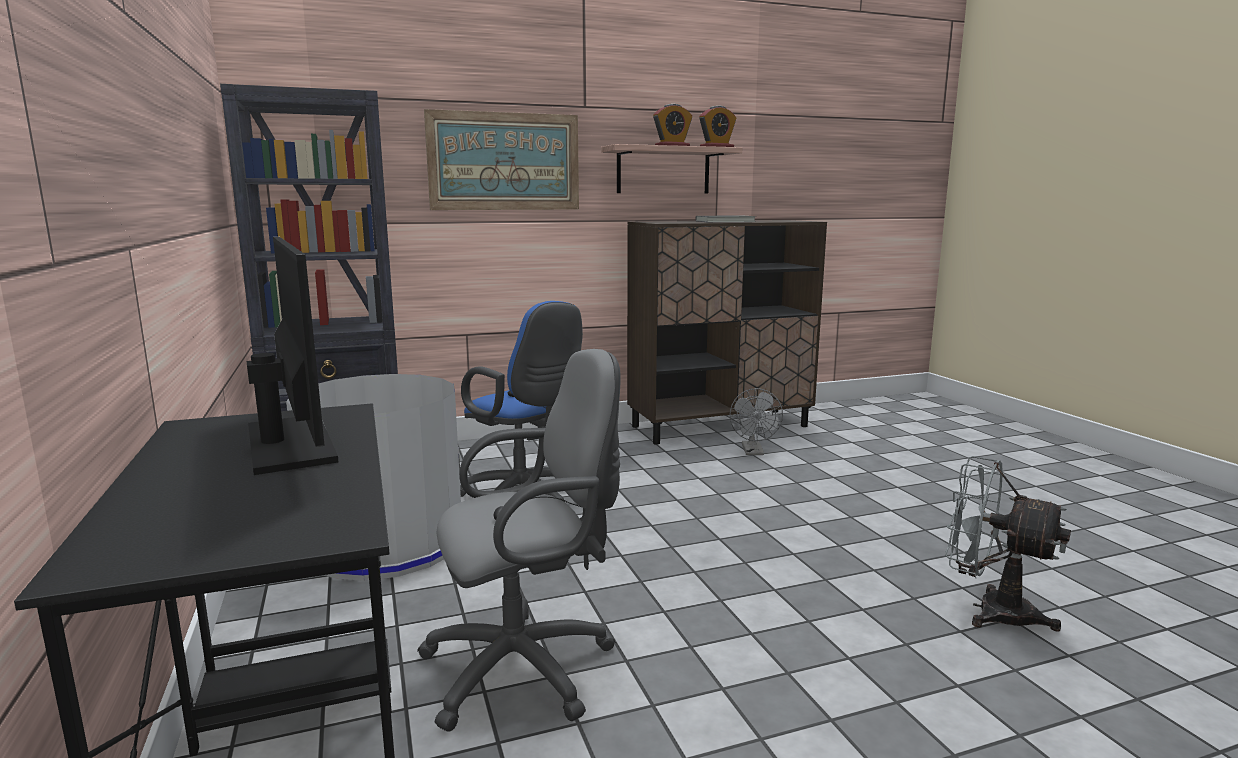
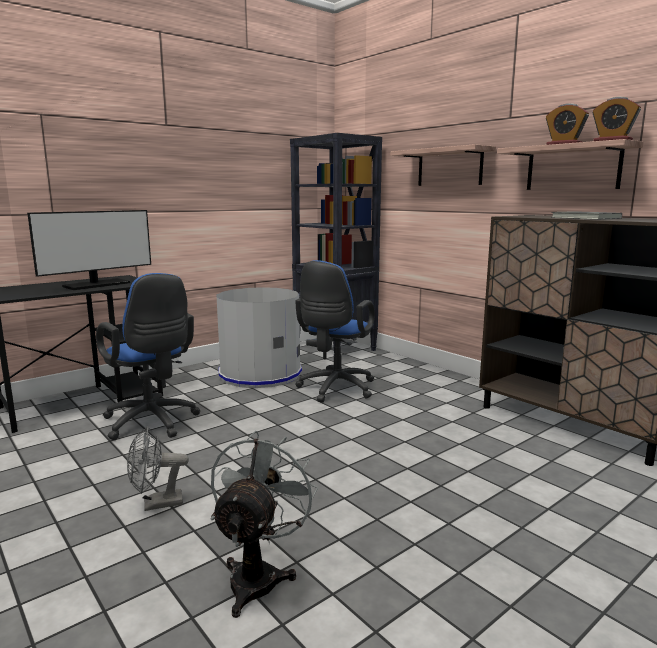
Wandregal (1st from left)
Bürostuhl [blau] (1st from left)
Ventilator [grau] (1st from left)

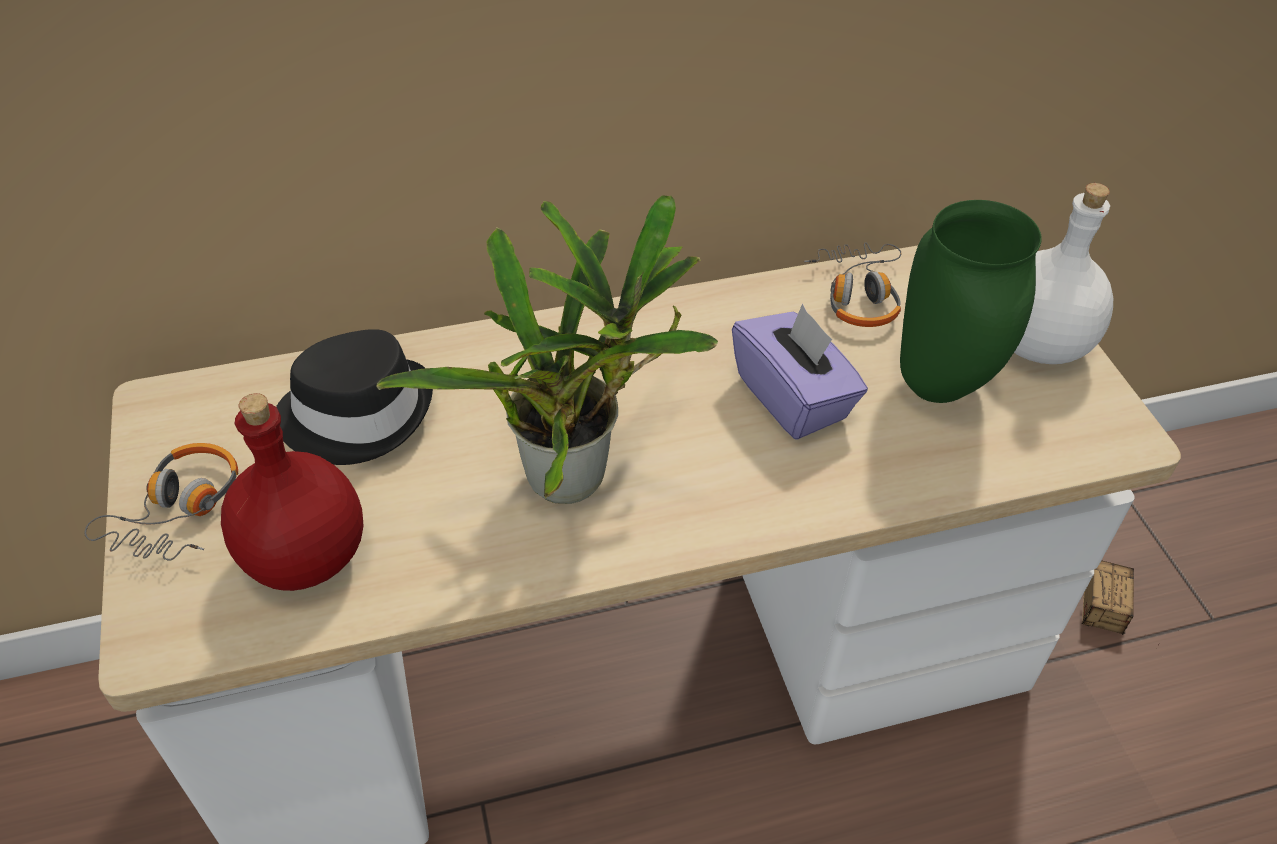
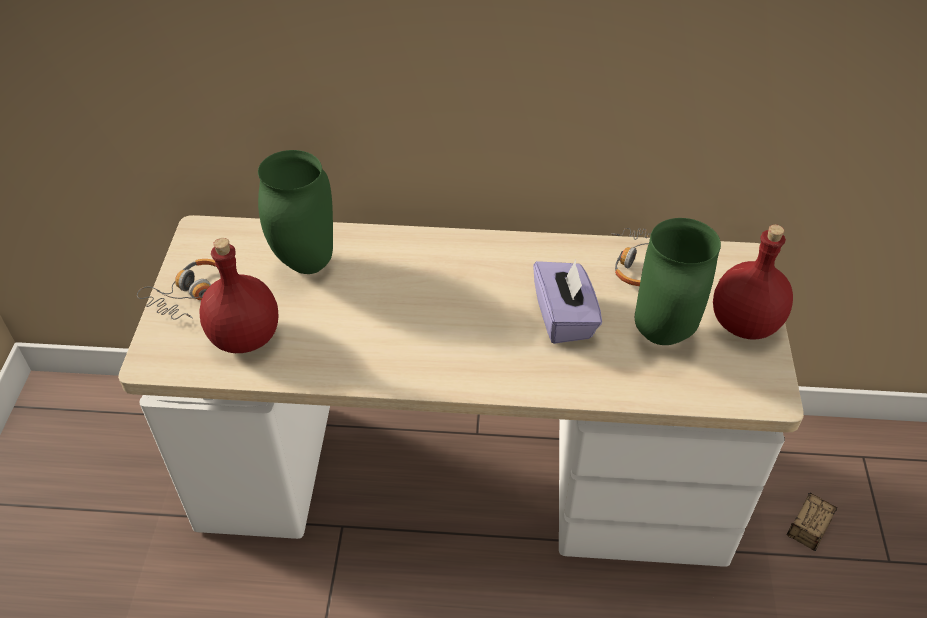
Flasche [rot] (2nd from left)
Topfpflanze
Vase [grün] (1st from left)

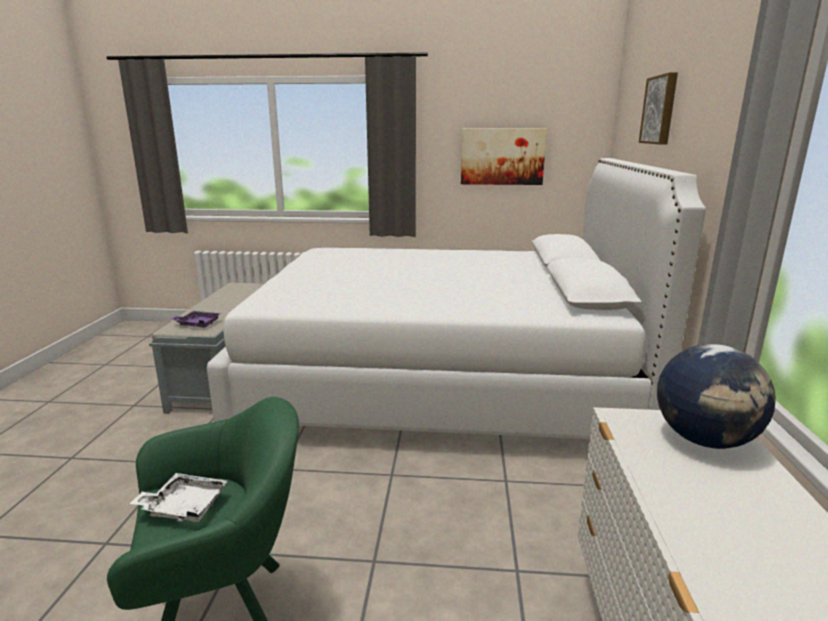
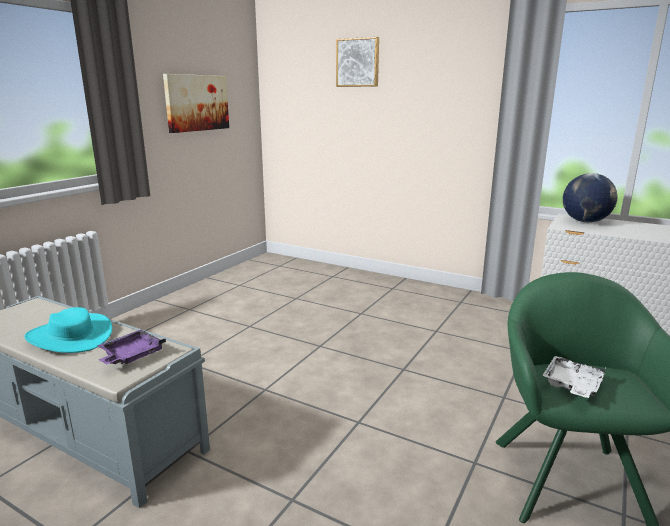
Bett [weiß]
Hut [türkis]

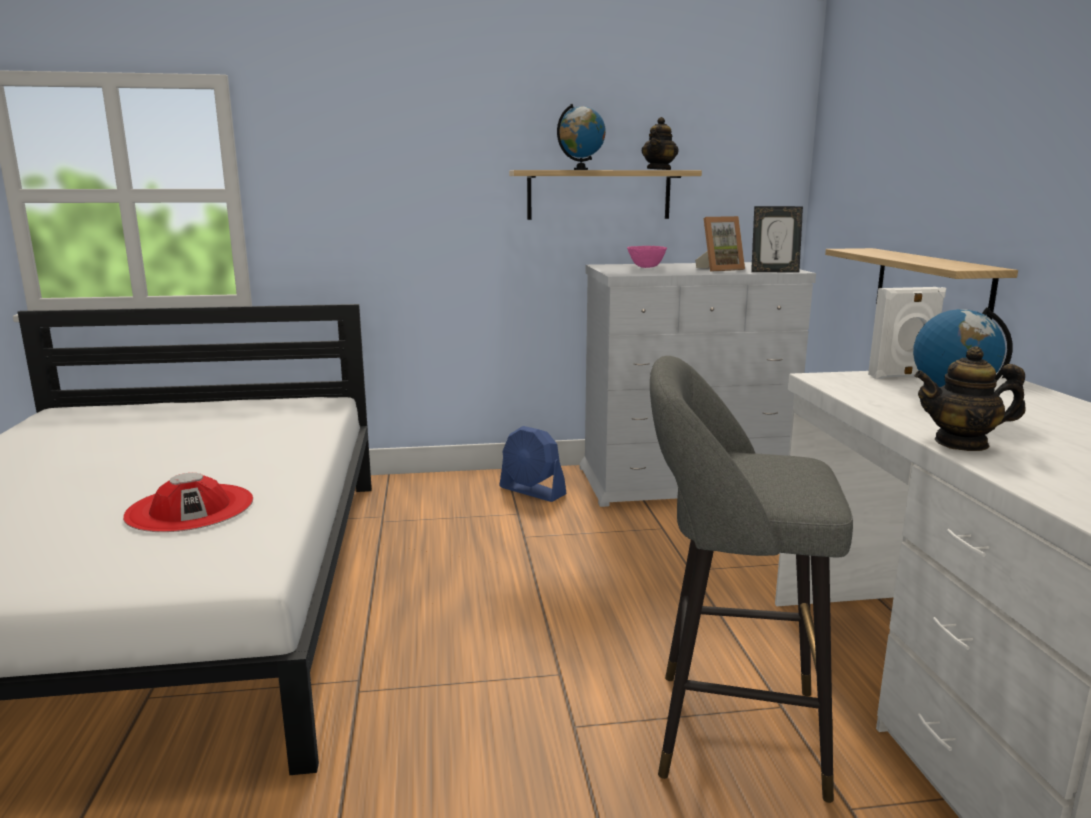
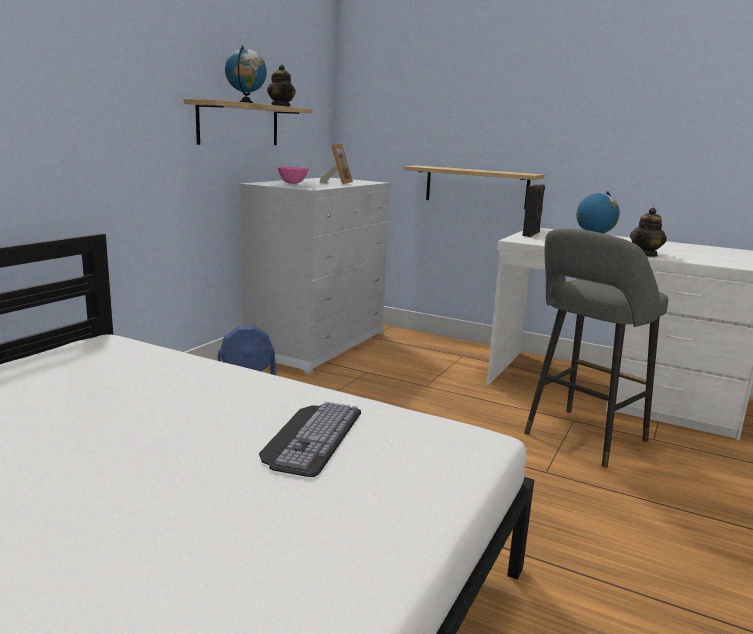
Bilderrahmen (2nd from left in the first image)
Lautsprecher [schwarz]
Tastatur

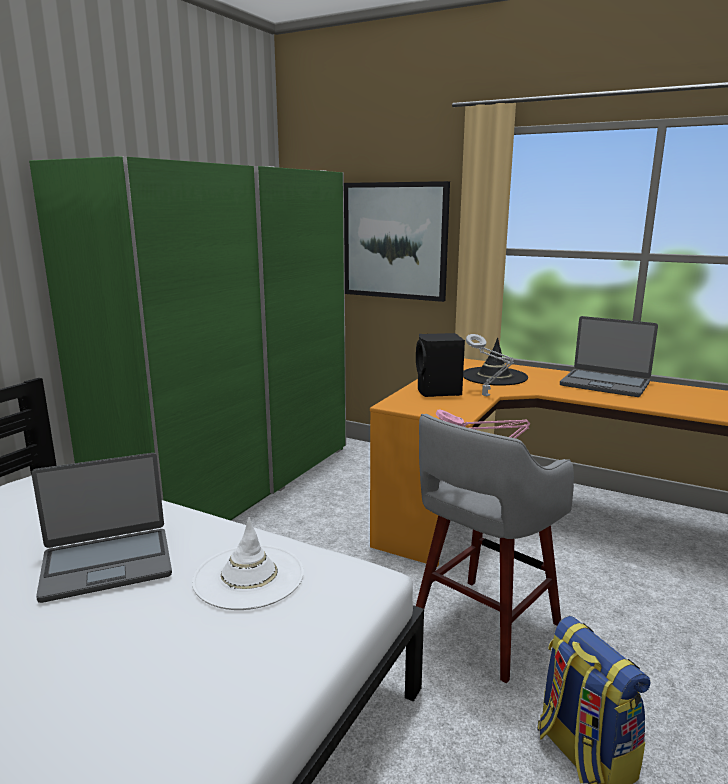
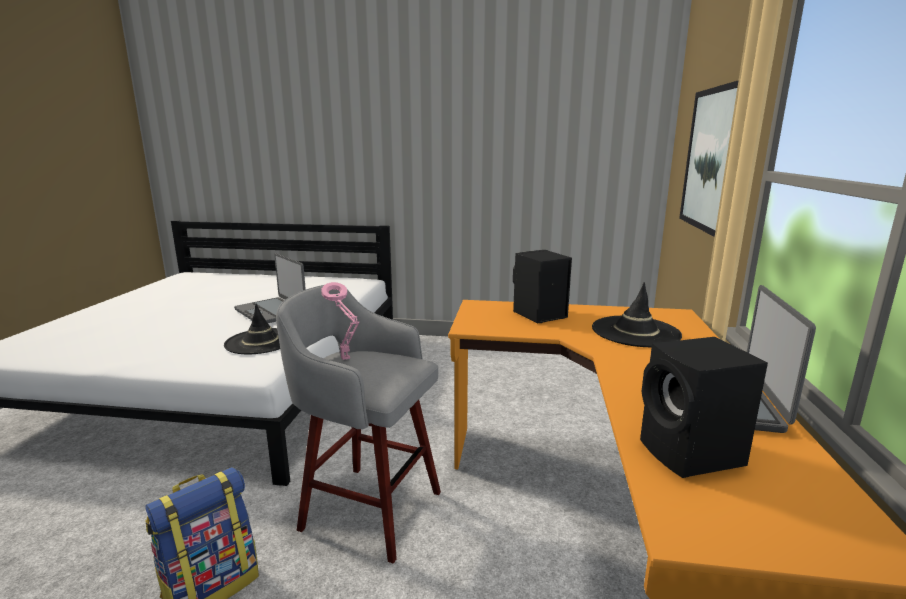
Kleiderschrank [grün]
Tischlampe [grau]
Hut [schwarz] (1st from left)
Lautsprecher [schwarz] (2nd from left)

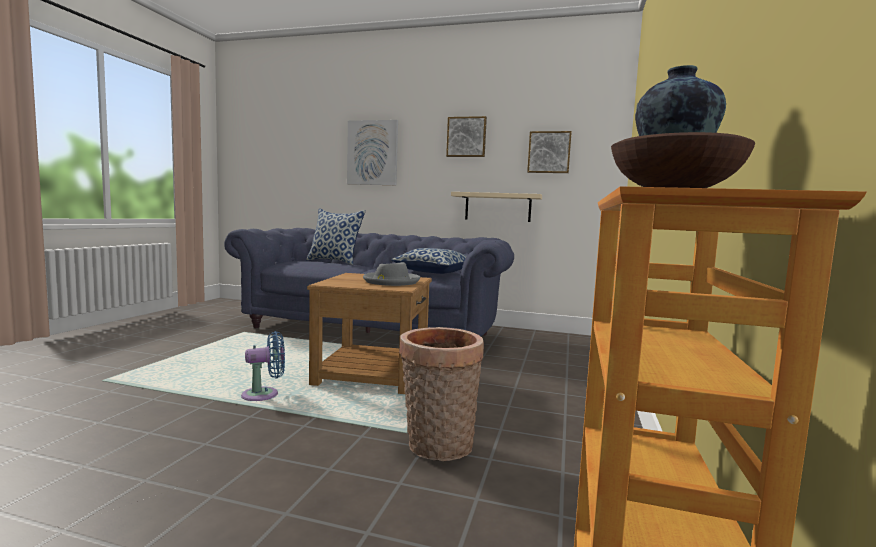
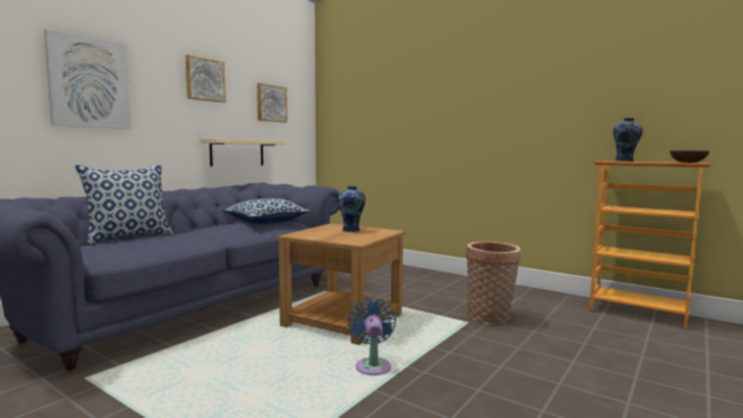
Vase (1st from left)

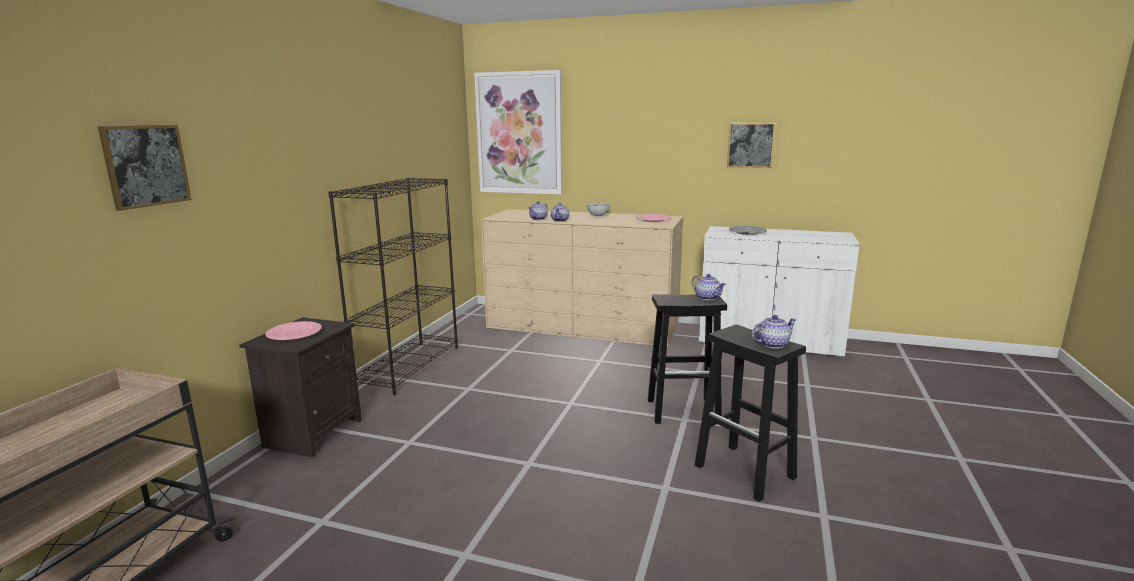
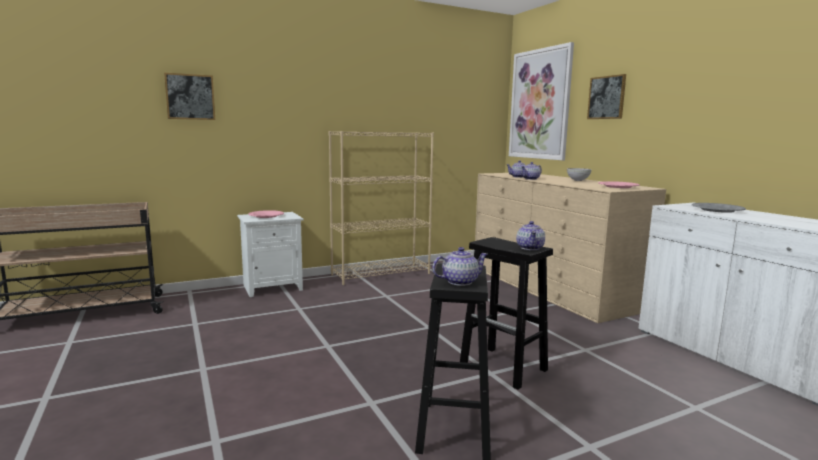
Bild (3rd from left)
Bücherregal [beige]
Teekanne (1st from left)
Nachttisch [weiß]

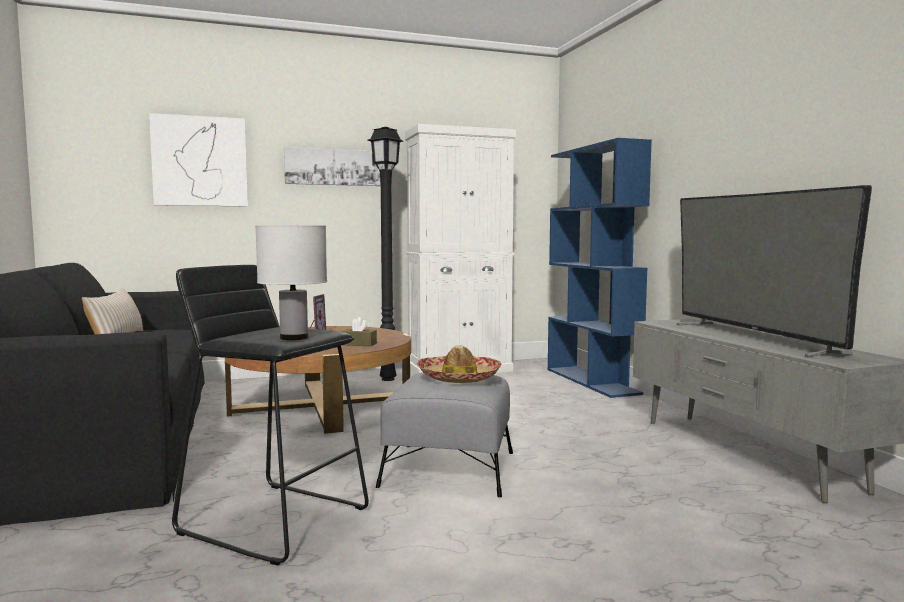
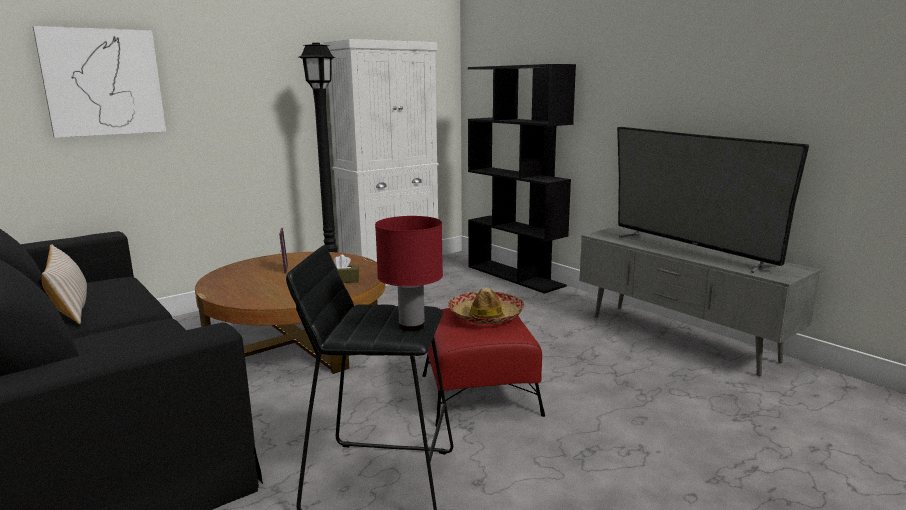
Bücherregal [schwarz]
Bild (2nd from left in the first image)
Tischlampe [rot]
Polsterhocker [rot]

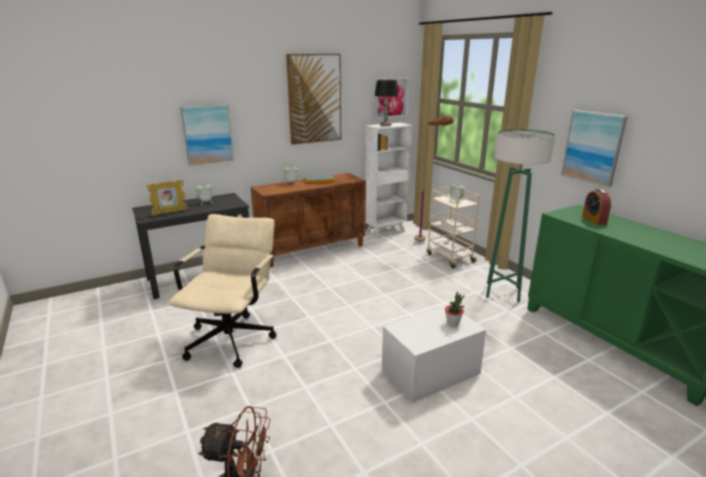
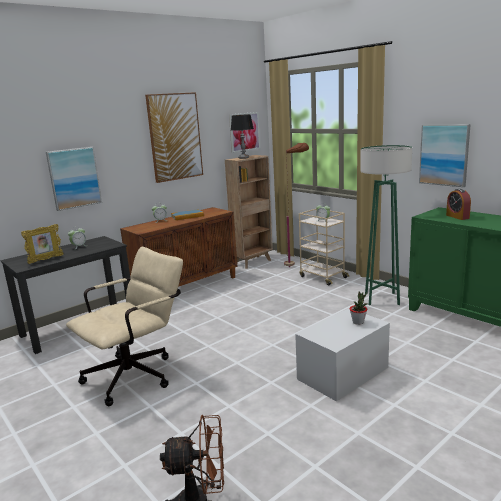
Bücherregal [braun]
Bürostuhl [beige]

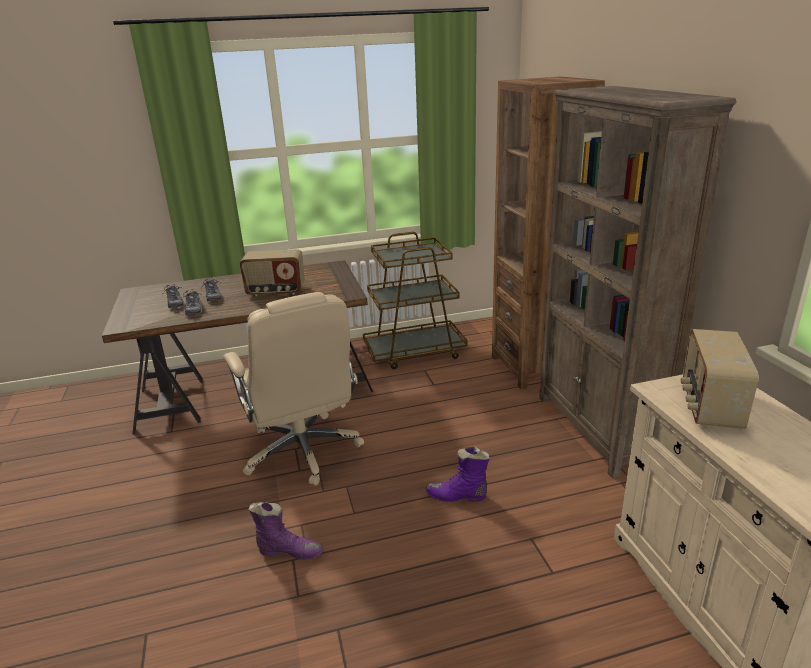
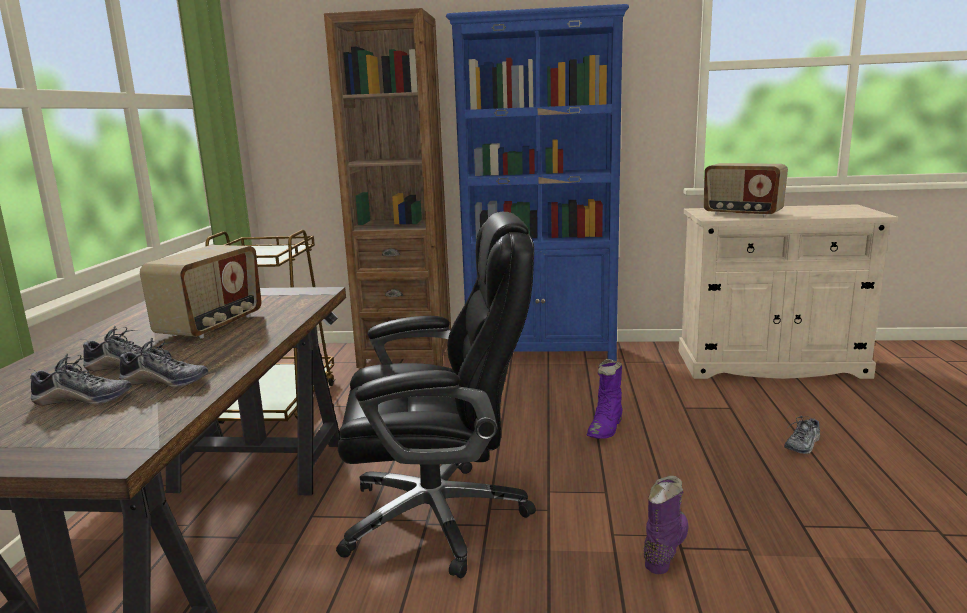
Bücherregal [blau]
Bürostuhl [schwarz]
Schuh (4th from left)

